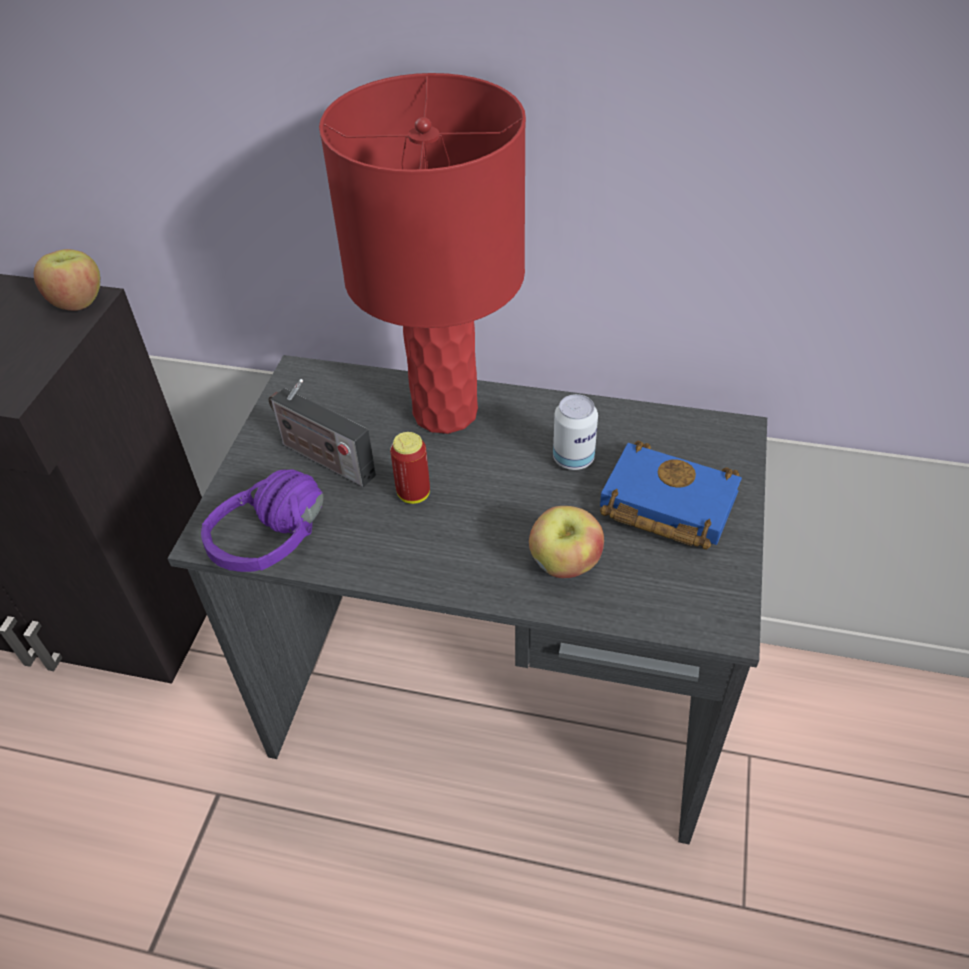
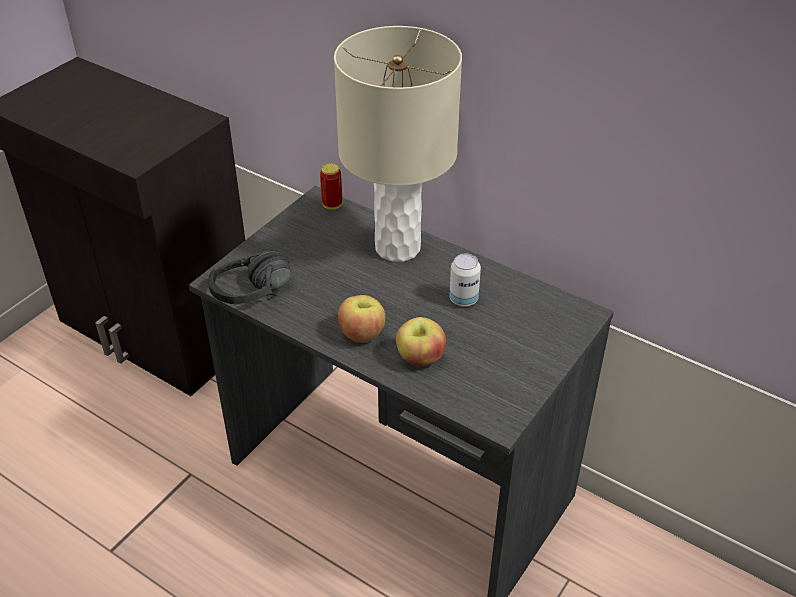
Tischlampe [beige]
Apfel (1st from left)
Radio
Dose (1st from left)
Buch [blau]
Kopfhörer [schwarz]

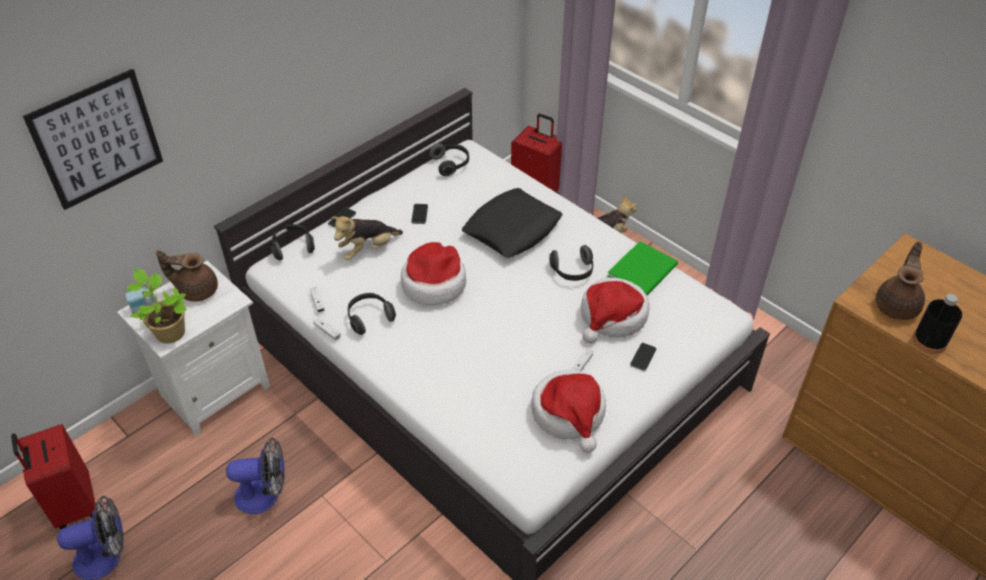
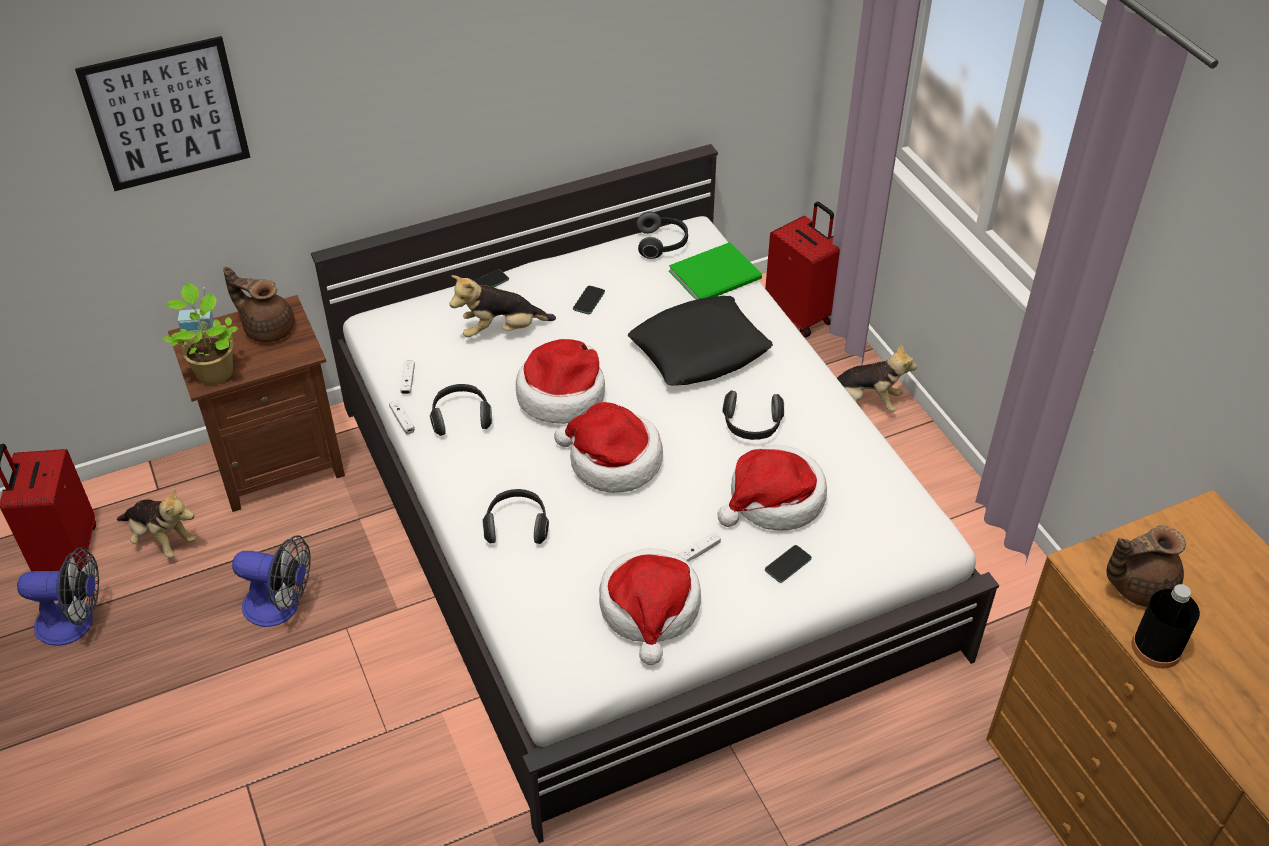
Kopfhörer (2nd from left)
Buch [grün]
Teekanne [braun] (2nd from left)
Nachttisch [braun]
Hut (2nd from left)
Plüschtier (1st from left)

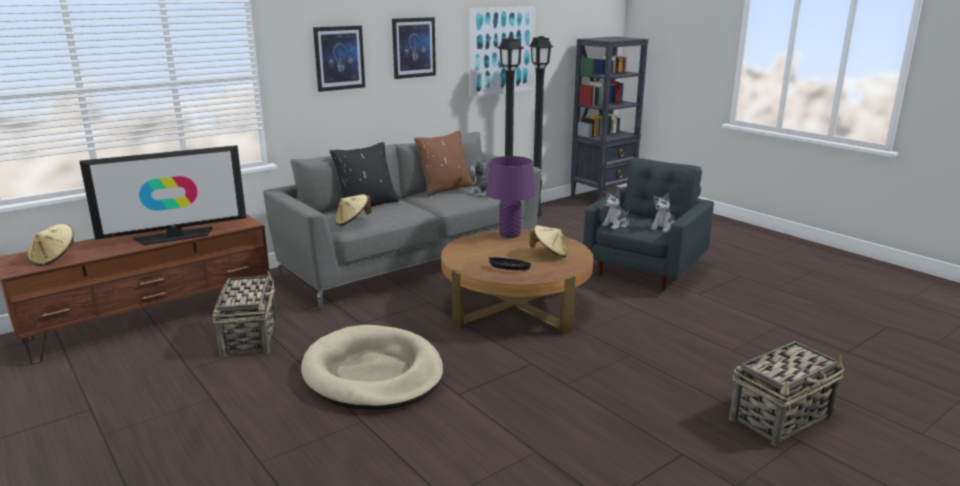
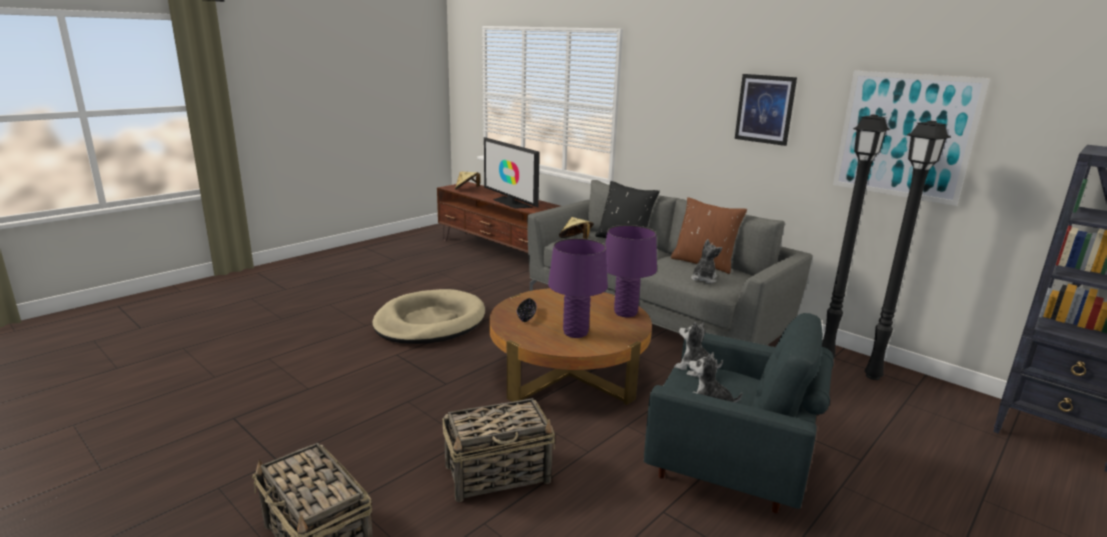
Bild (1st from left in the first image)
Tischlampe [lila] (1st from left)
Korb (2nd from left)

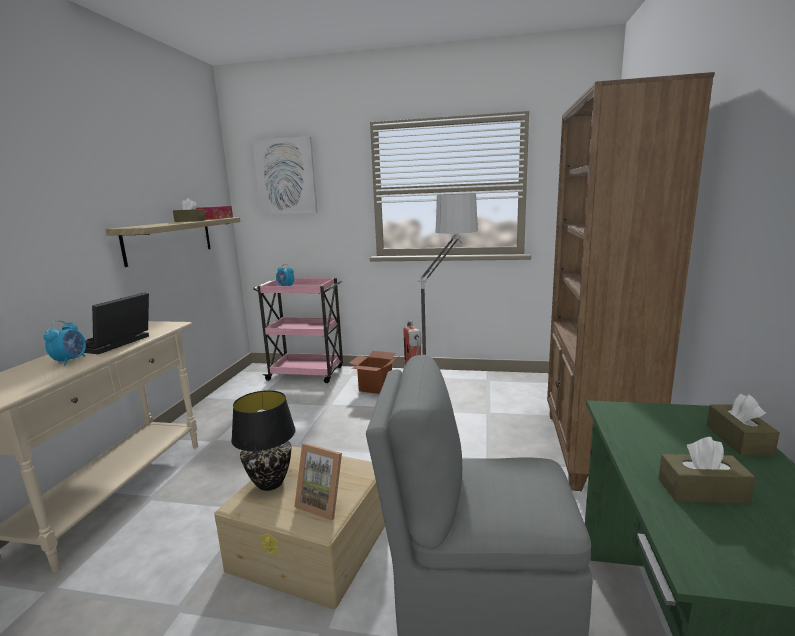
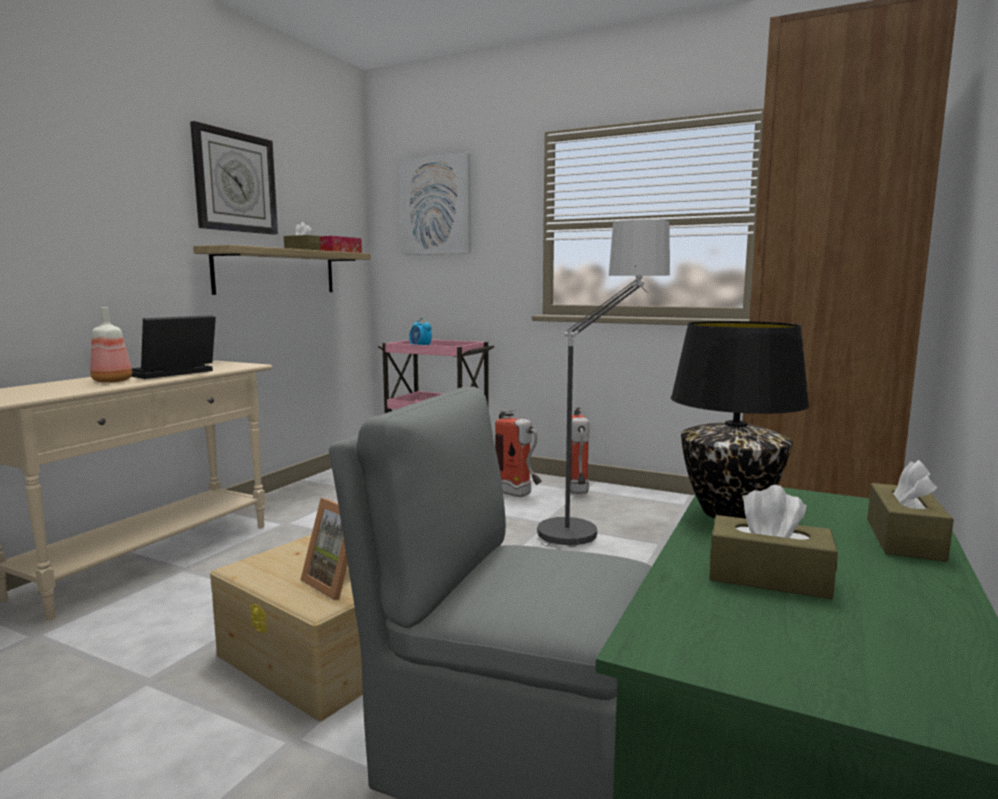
Flasche
Feuerlöscher (1st from left)
Tischlampe [schwarz]
Wanduhr

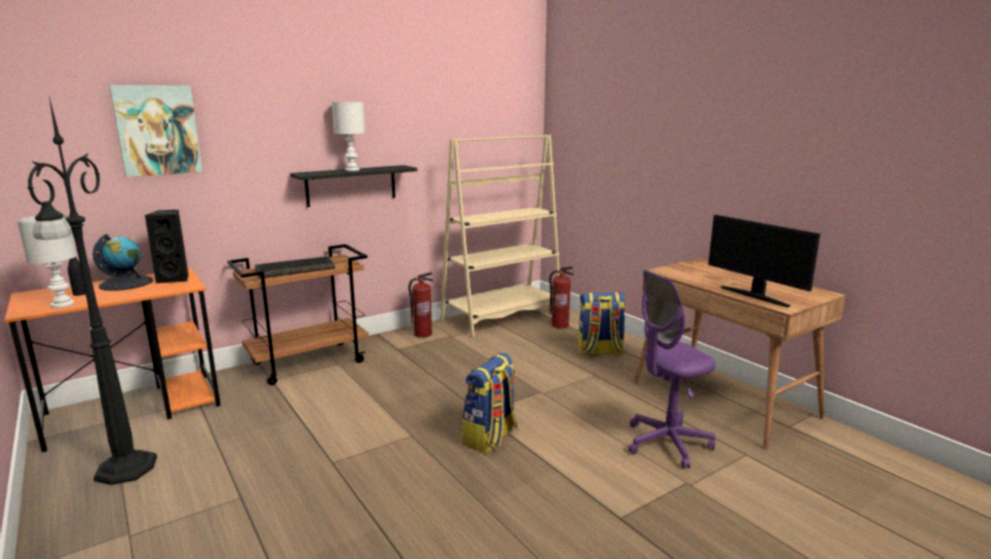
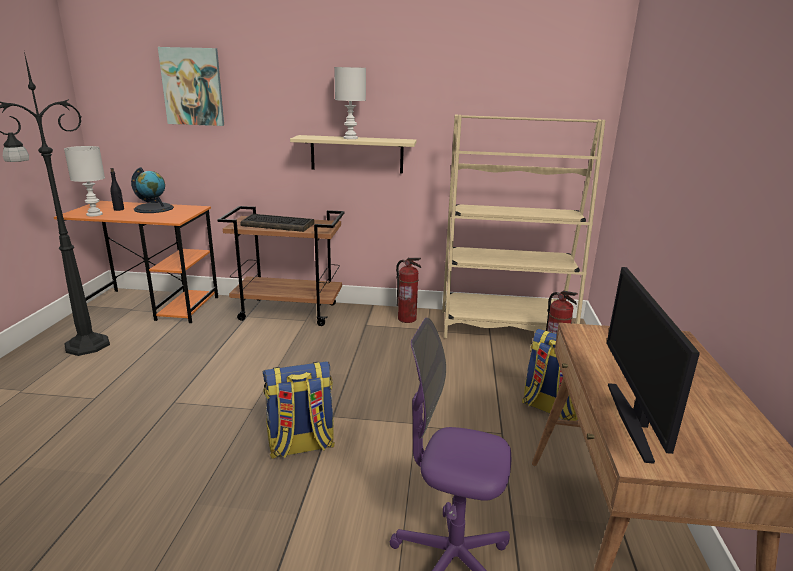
Wandregal [beige]
Lautsprecher [schwarz]

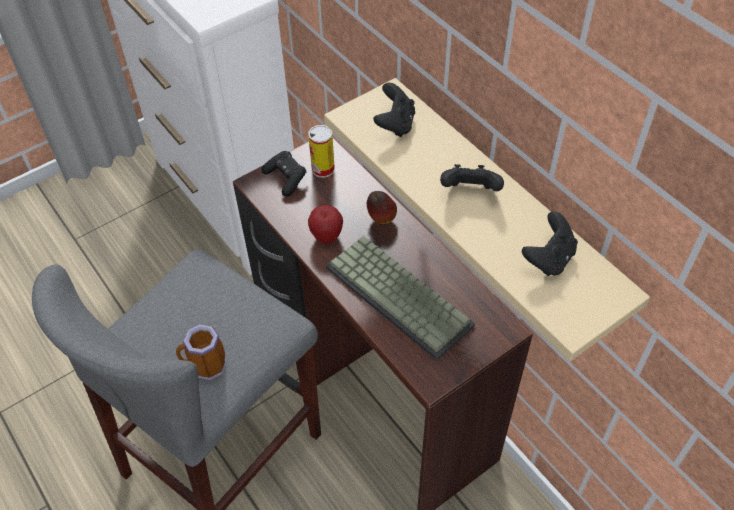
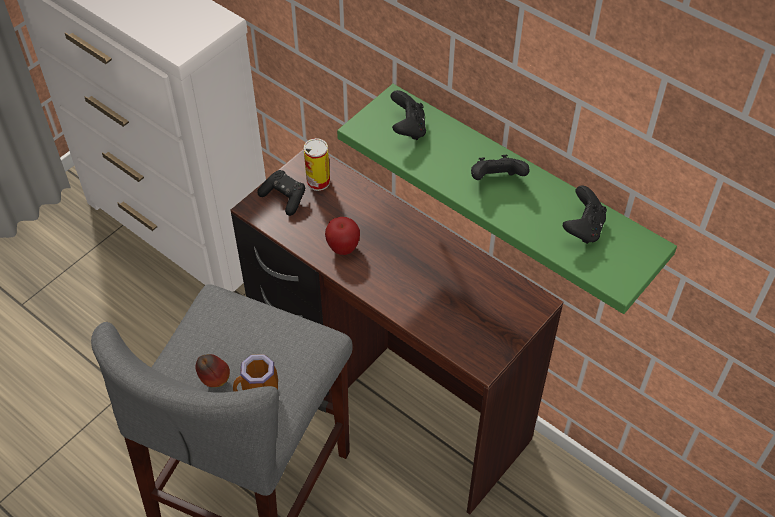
Wandregal [grün]
Apfel (1st from left)
Tastatur

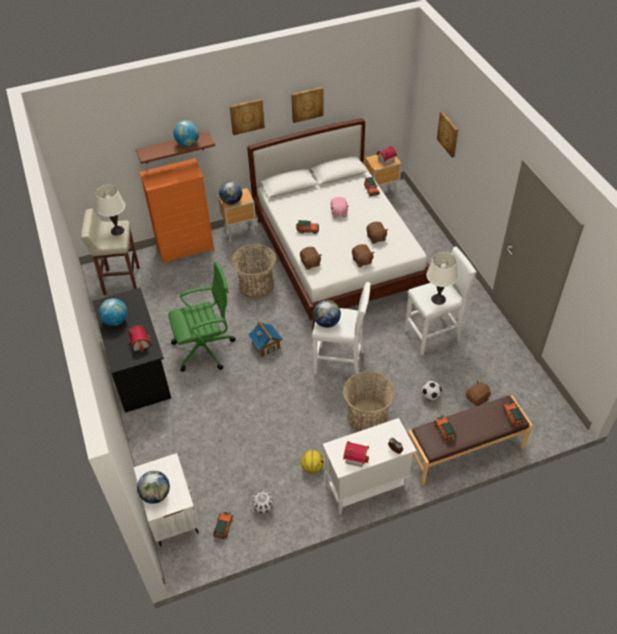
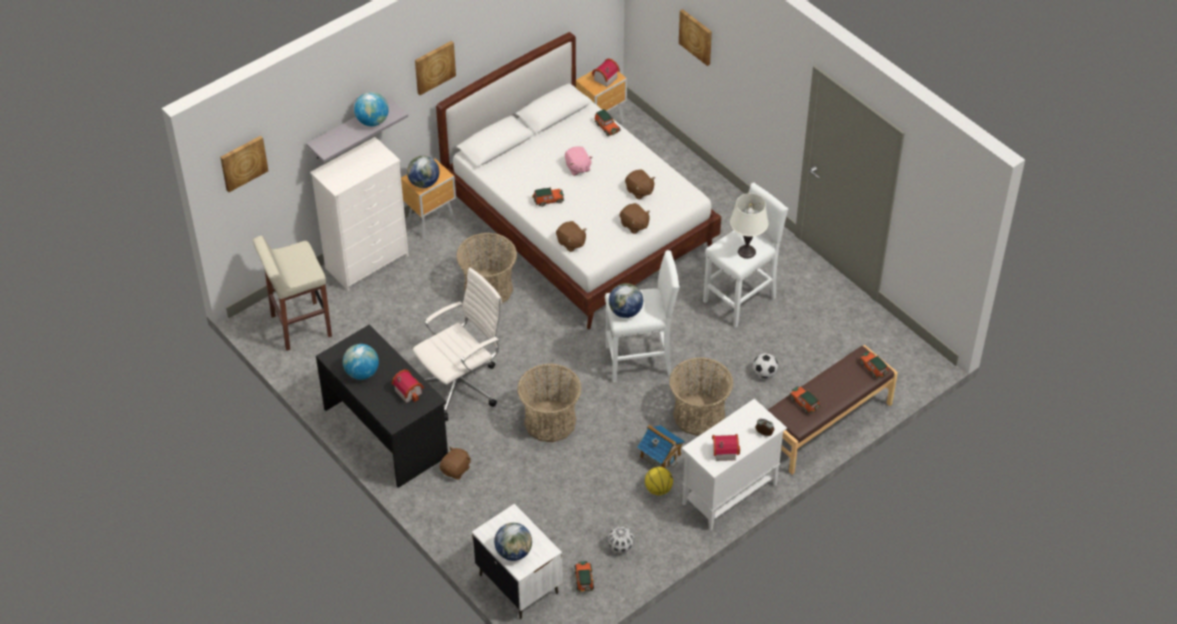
Bild (1st from left)
Wandregal [grau]
Kommode [weiß]
Tischlampe [weiß] (1st from left in the first image)
Bürostuhl [weiß]
Spielzeughaus (3rd from left)
Plüschtier [braun] (1st from left)
Korb (2nd from left)

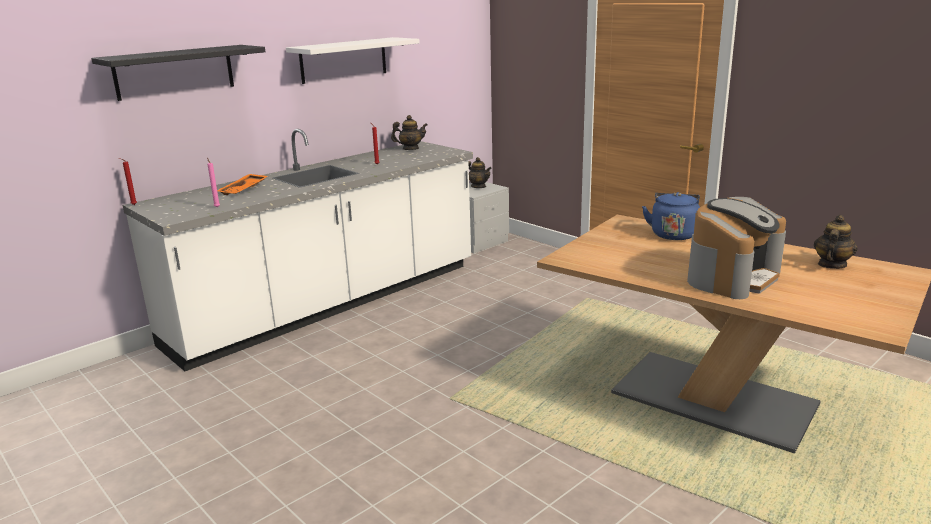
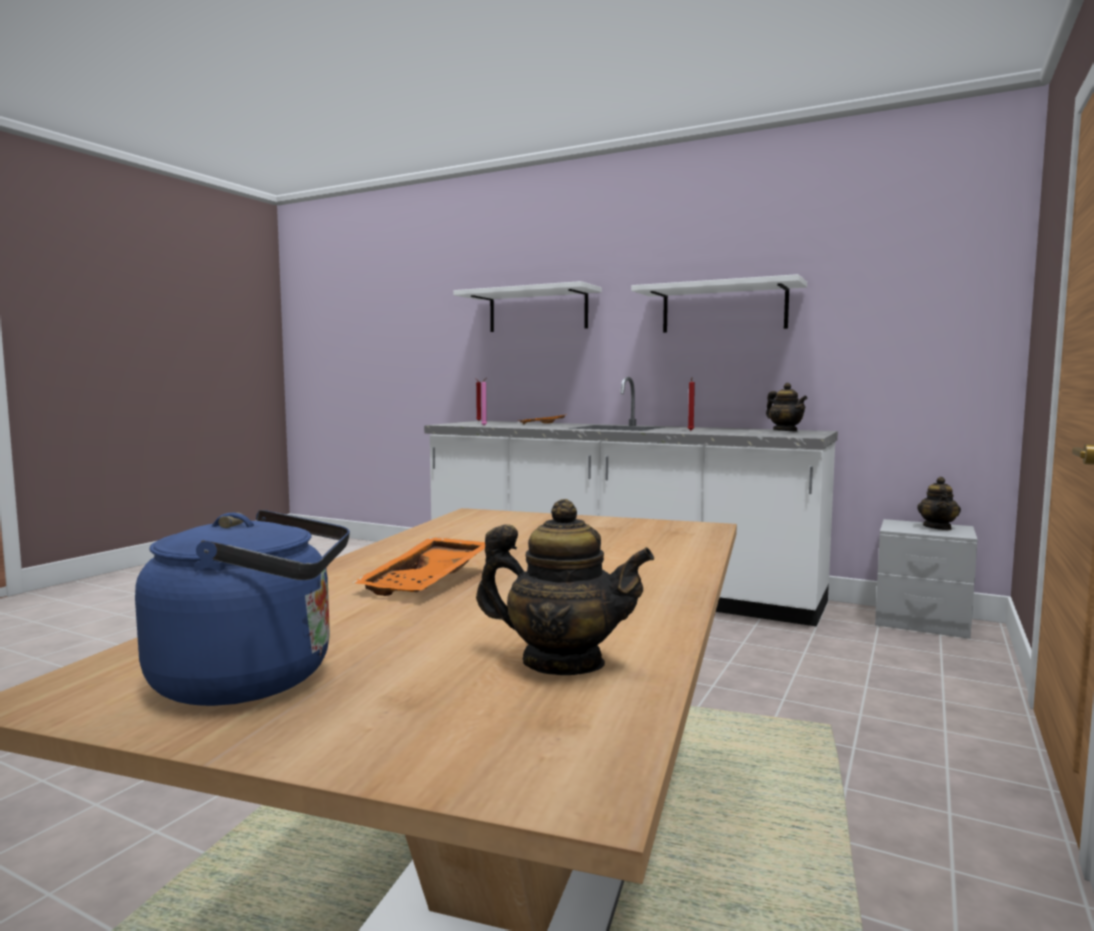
Wandregal [weiß] (1st from left)
Wasserkessel [blau]
Tablett [orange] (1st from left)

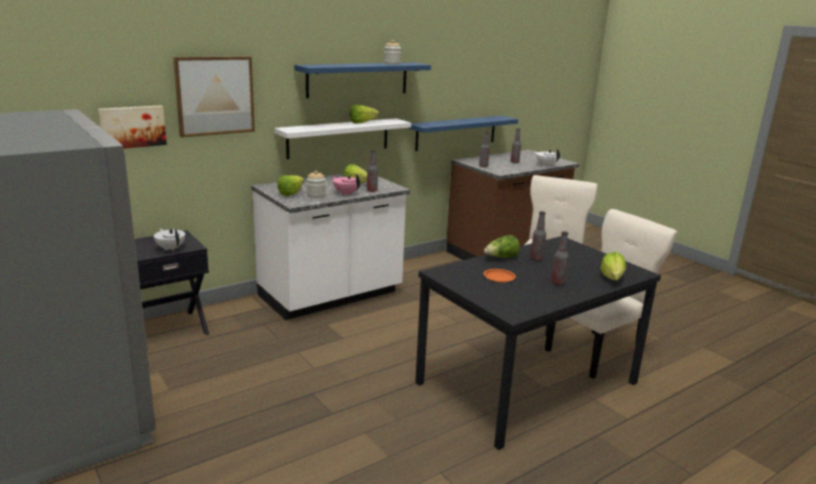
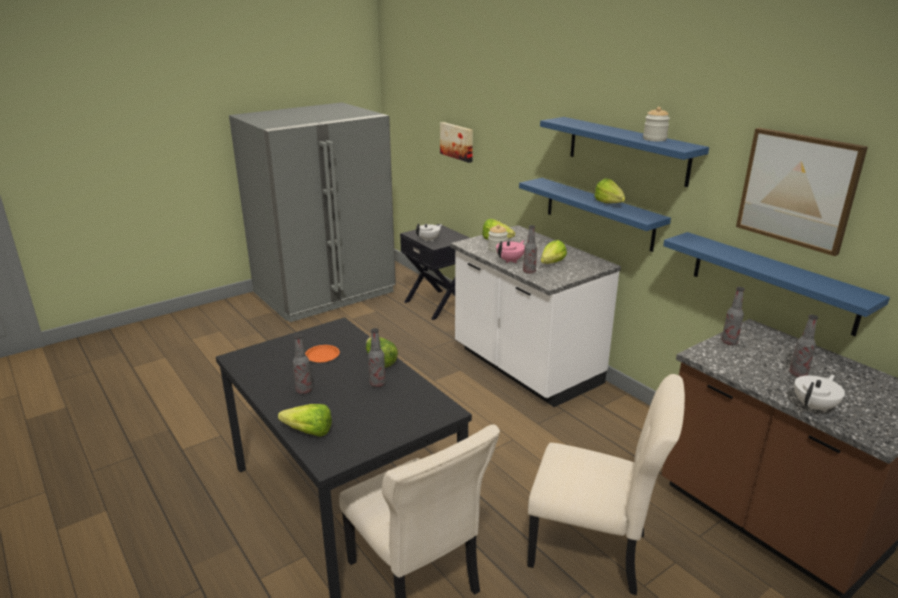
Bild (2nd from left)
Wandregal [blau] (1st from left)

